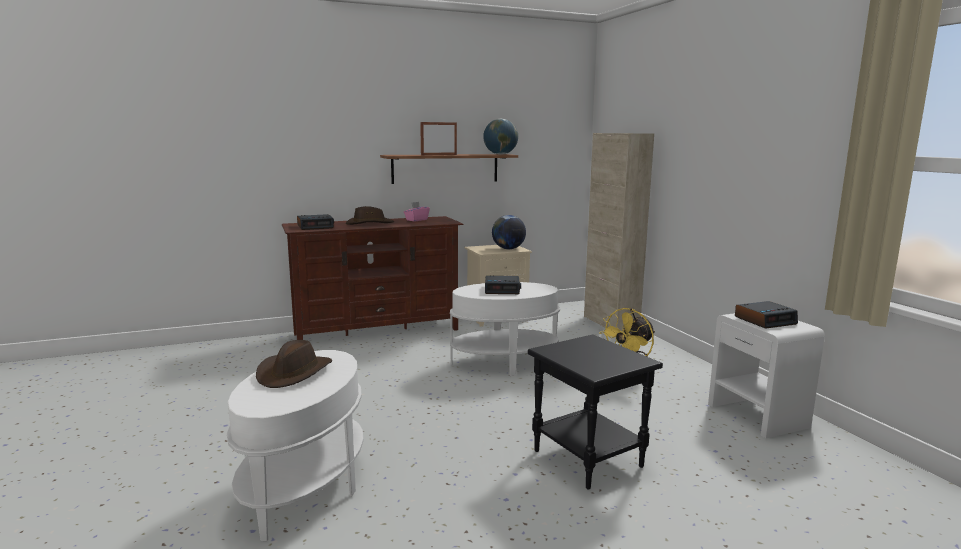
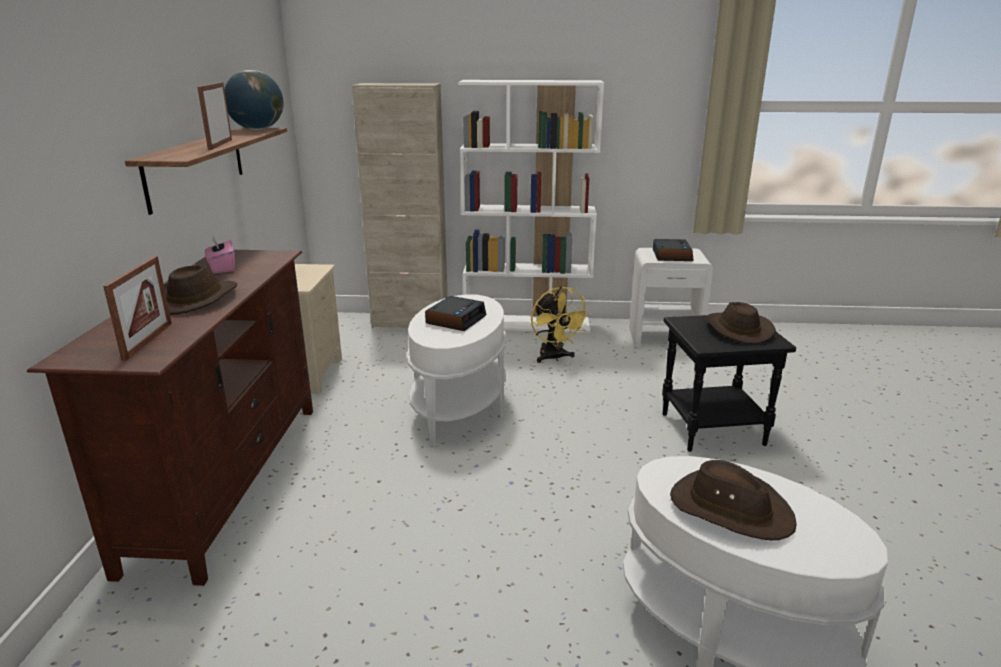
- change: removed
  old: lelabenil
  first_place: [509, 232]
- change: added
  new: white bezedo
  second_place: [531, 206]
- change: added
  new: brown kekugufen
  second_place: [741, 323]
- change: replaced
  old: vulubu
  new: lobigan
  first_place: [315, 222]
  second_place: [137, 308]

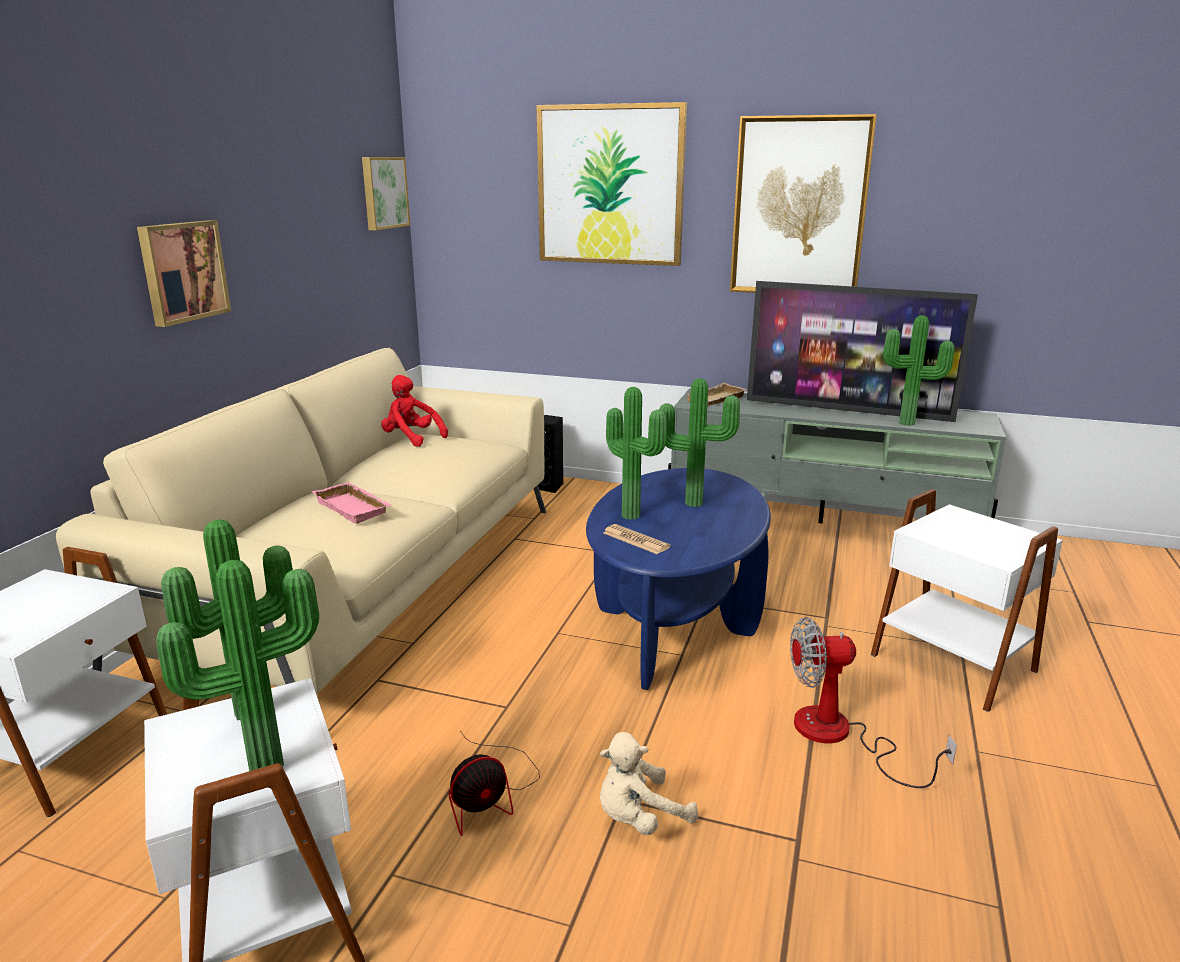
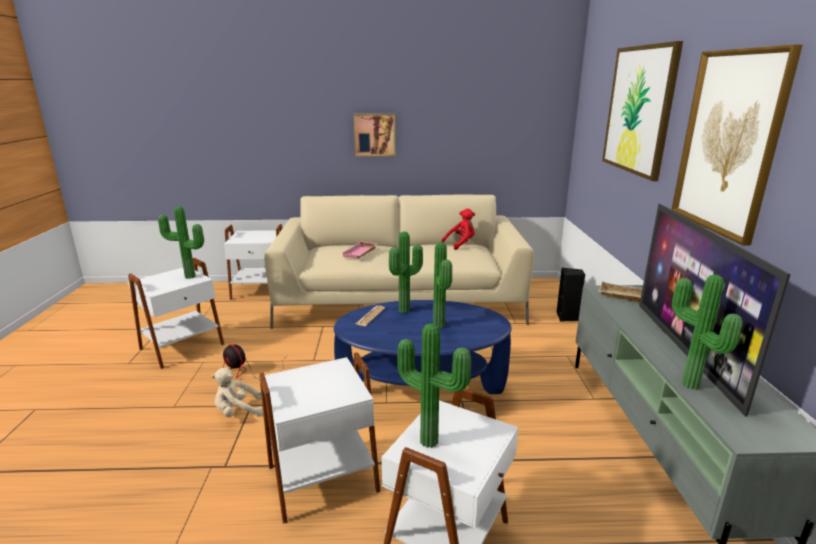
- change: removed
  old: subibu
  first_place: [386, 193]
- change: moved
  old: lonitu
  first_place: [237, 665]
  second_place: [434, 386]
- change: replaced
  old: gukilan
  new: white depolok
  first_place: [873, 702]
  second_place: [320, 438]
- change: turned
  old: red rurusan
  first_place: [414, 411]
  second_place: [458, 229]
  degrees: 45
- change: turned
  old: beige rurusan
  first_place: [649, 784]
  second_place: [237, 393]
  degrees: -60

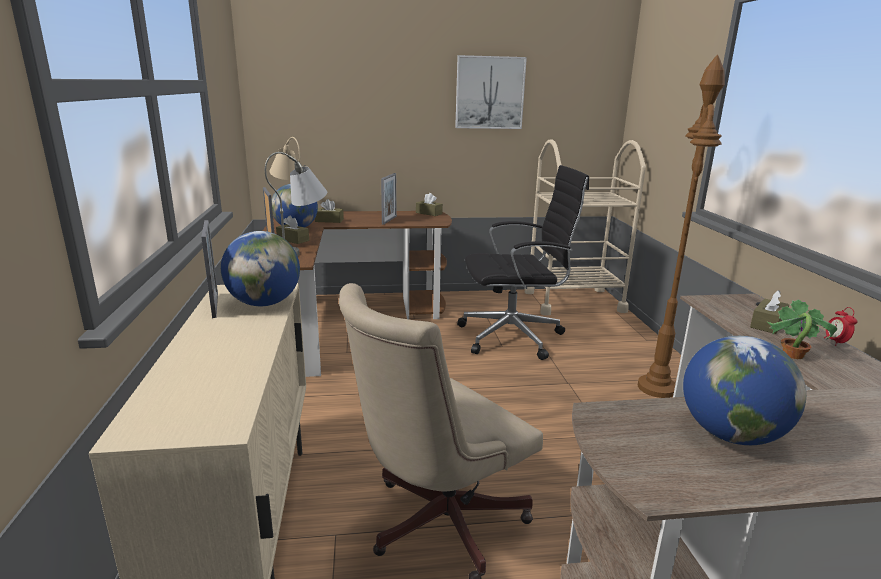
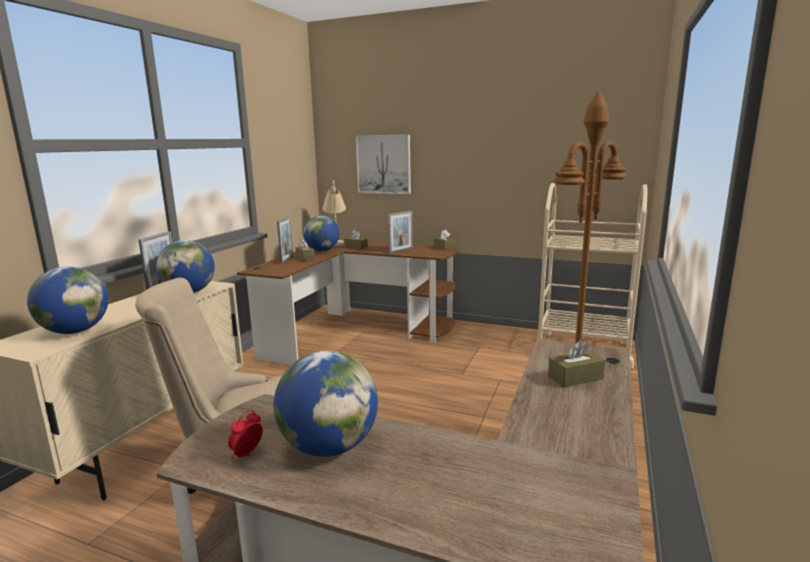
- change: removed
  old: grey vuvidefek
  first_place: [296, 204]
- change: removed
  old: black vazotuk
  first_place: [523, 262]
- change: removed
  old: lonitu
  first_place: [801, 329]
- change: added
  new: lelabenil
  second_place: [67, 300]
- change: moved
  old: subibu
  first_place: [491, 92]
  second_place: [383, 164]
- change: moved
  old: vulubu
  first_place: [840, 326]
  second_place: [245, 434]

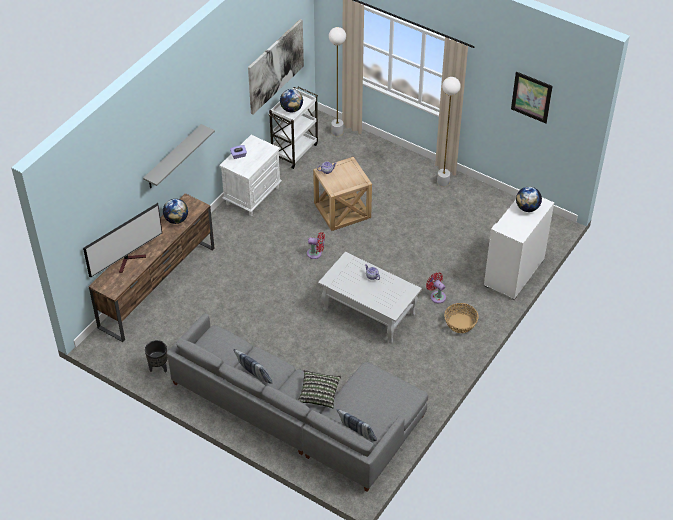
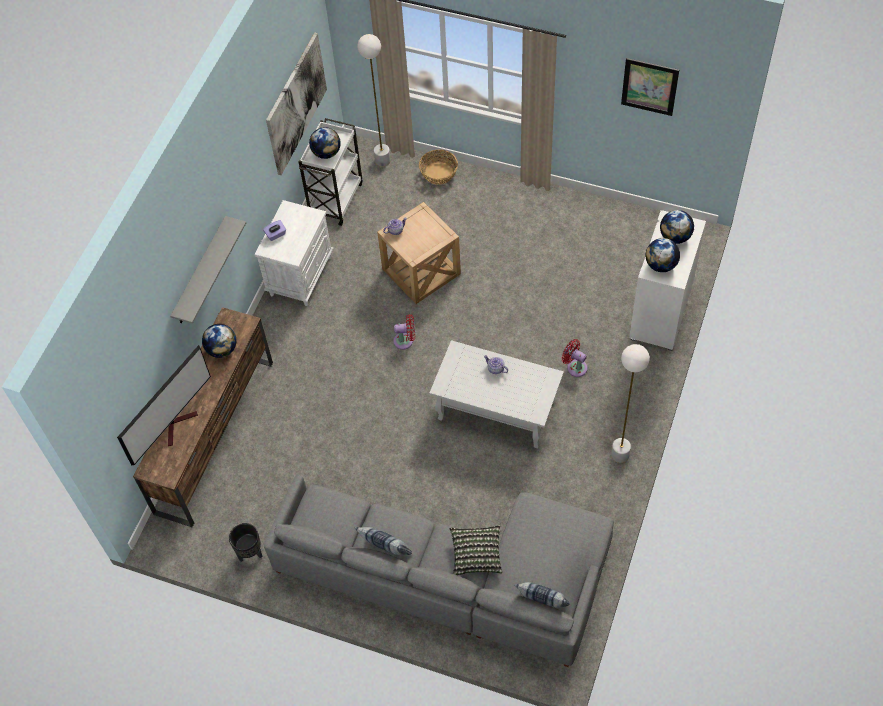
- change: added
  new: lelabenil
  second_place: [663, 255]
- change: moved
  old: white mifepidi
  first_place: [449, 132]
  second_place: [630, 403]
- change: moved
  old: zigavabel
  first_place: [461, 318]
  second_place: [438, 167]

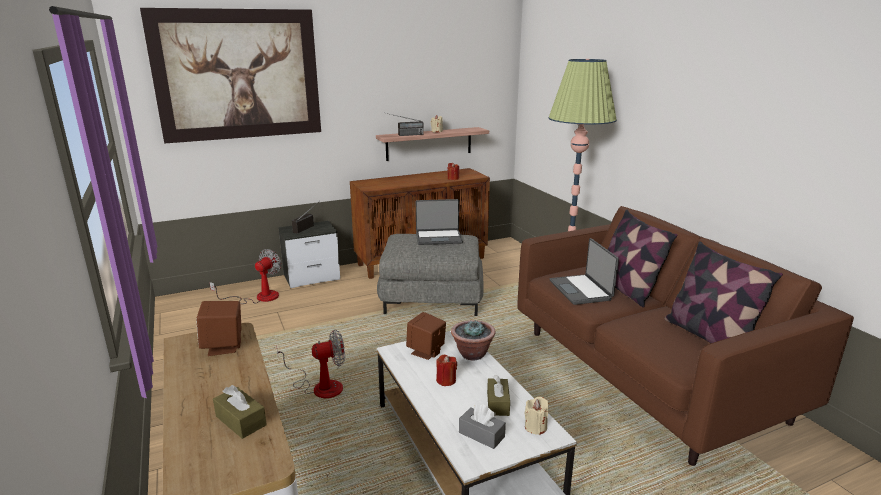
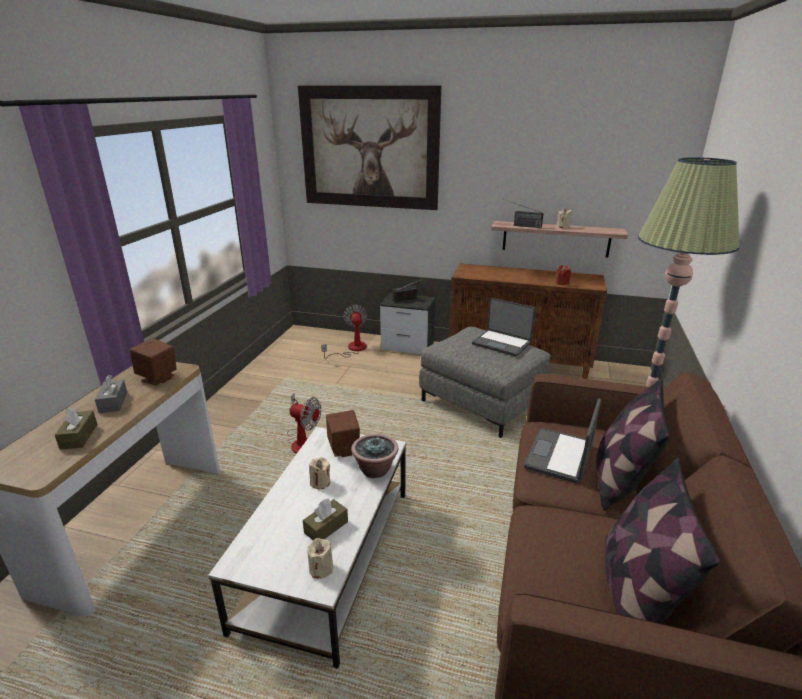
- change: moved
  old: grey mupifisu
  first_place: [482, 426]
  second_place: [111, 394]
- change: recoloured
  old: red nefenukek
  new: beige nefenukek
  first_place: [446, 370]
  second_place: [319, 473]
- change: turned
  old: gukilan
  first_place: [245, 276]
  second_place: [344, 332]
  degrees: -75

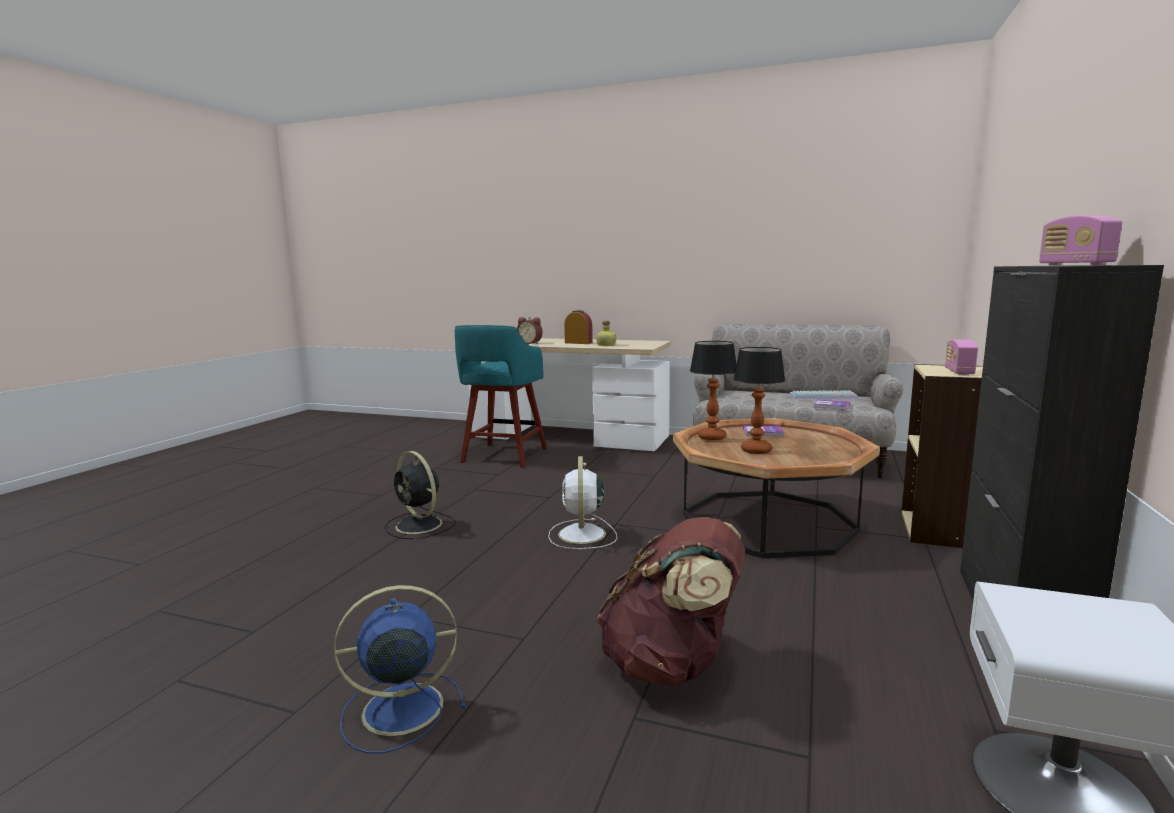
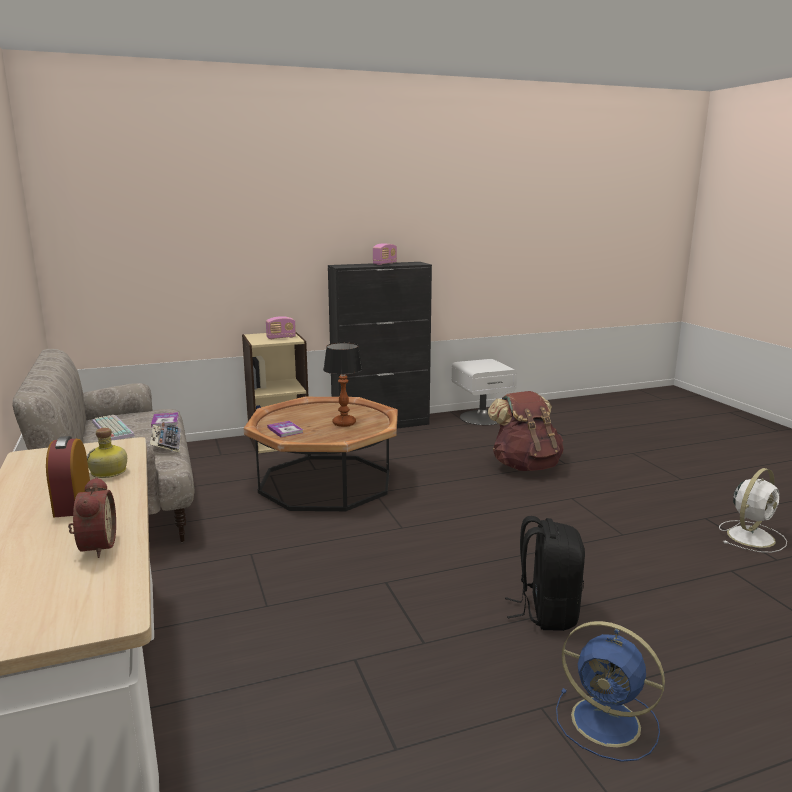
- change: removed
  old: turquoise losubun
  first_place: [501, 396]
- change: removed
  old: vuvidefek
  first_place: [713, 390]
- change: added
  new: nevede
  second_place: [165, 437]
- change: moved
  old: blue gukilan
  first_place: [400, 669]
  second_place: [610, 691]
- change: moved
  old: white gukilan
  first_place: [582, 502]
  second_place: [753, 510]
- change: replaced
  old: black gukilan
  new: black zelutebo
  first_place: [420, 495]
  second_place: [545, 573]

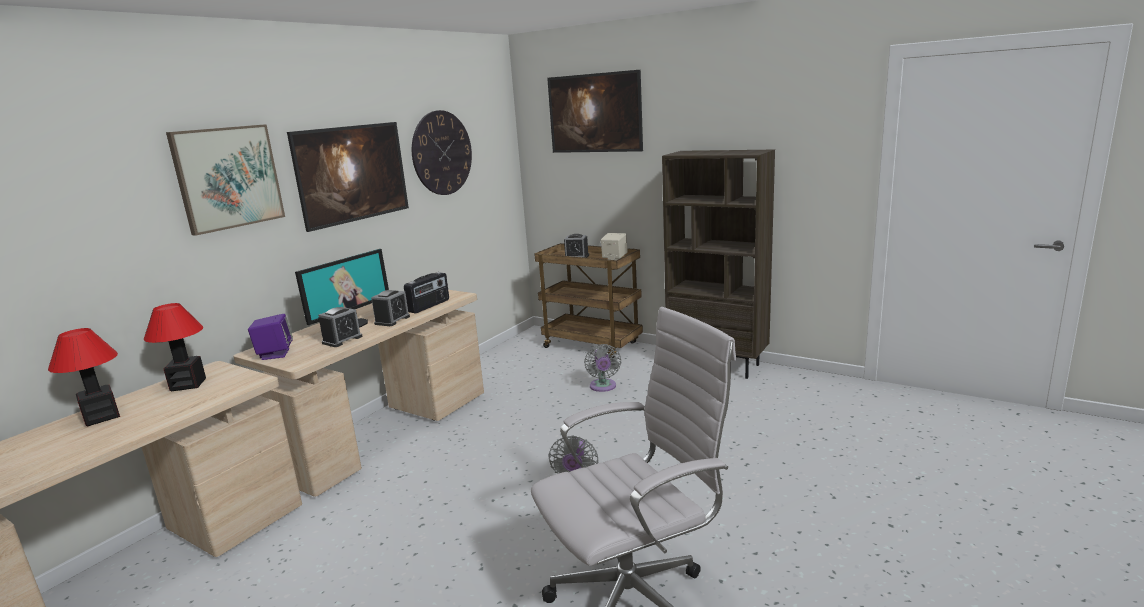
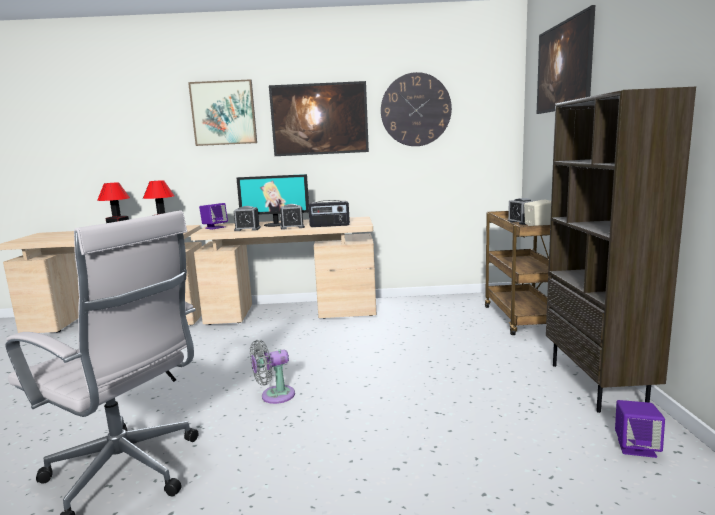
- change: removed
  old: grey gukilan
  first_place: [602, 368]
- change: added
  new: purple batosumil
  second_place: [640, 429]

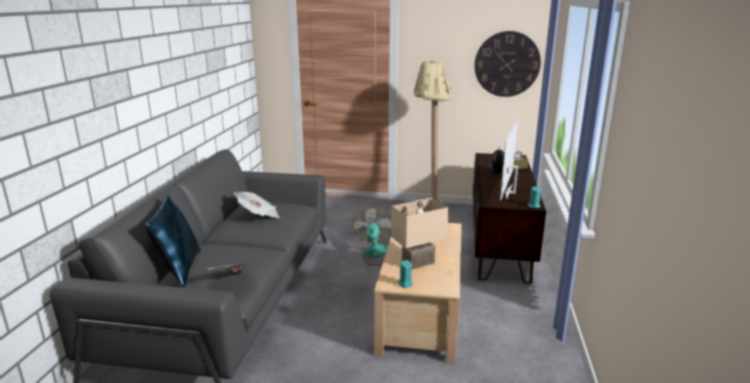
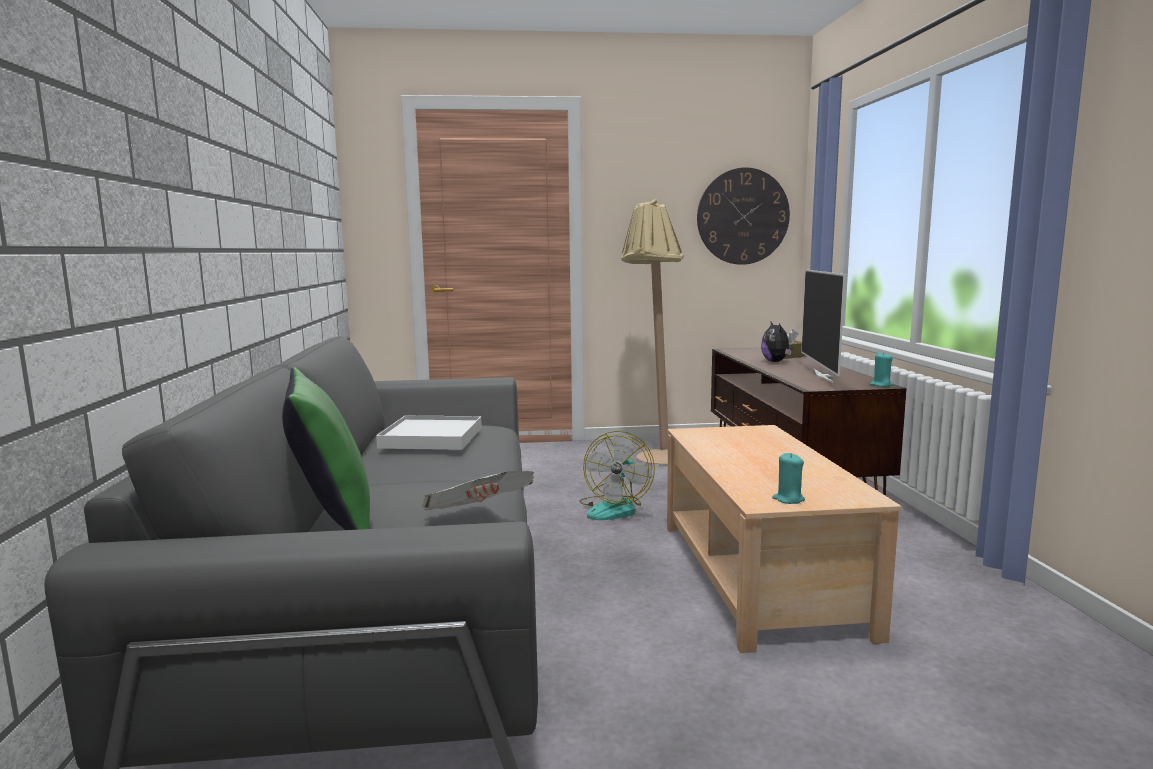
- change: removed
  old: beige vuvidefek
  first_place: [420, 233]
- change: replaced
  old: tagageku
  new: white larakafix
  first_place: [256, 205]
  second_place: [429, 433]
- change: recoloured
  old: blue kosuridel
  new: green kosuridel
  first_place: [173, 241]
  second_place: [326, 448]
- change: turned
  old: gukilan
  first_place: [372, 236]
  second_place: [617, 475]
  degrees: -150

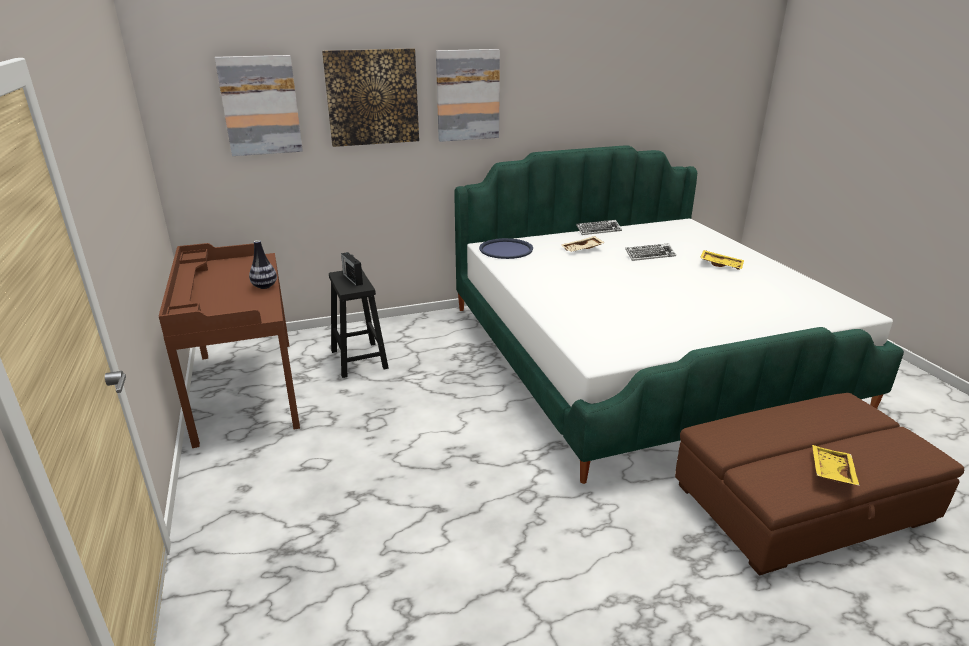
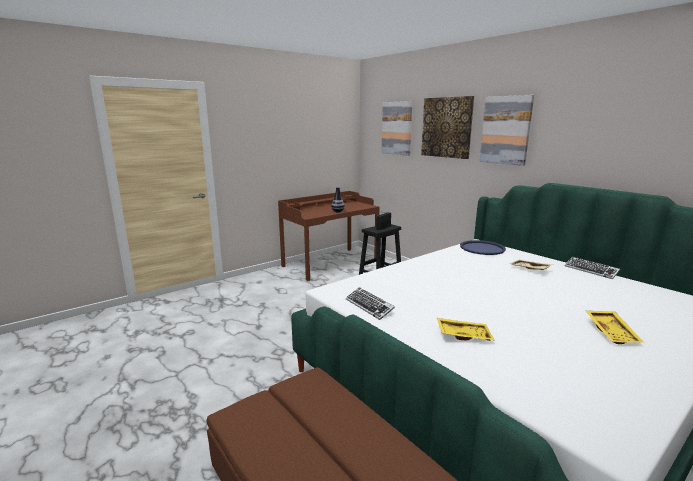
- change: moved
  old: nevede
  first_place: [650, 252]
  second_place: [370, 303]
- change: moved
  old: yellow larakafix
  first_place: [836, 465]
  second_place: [466, 329]

